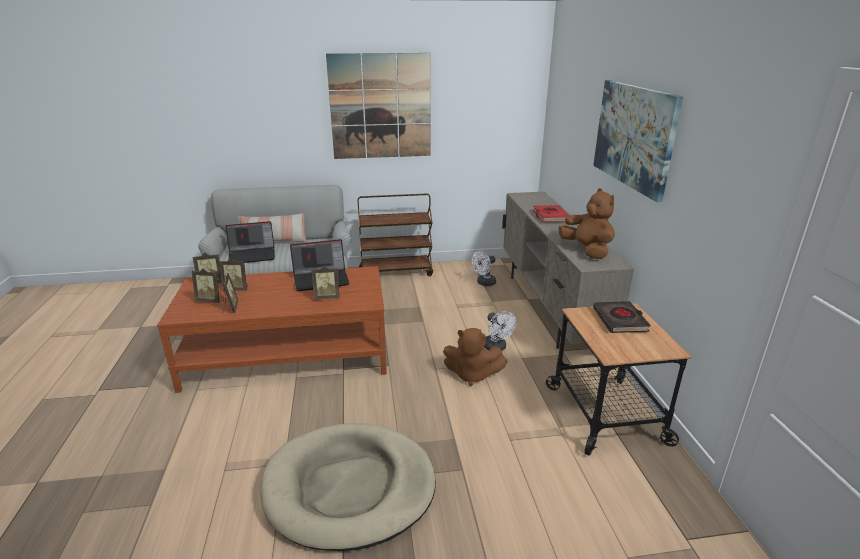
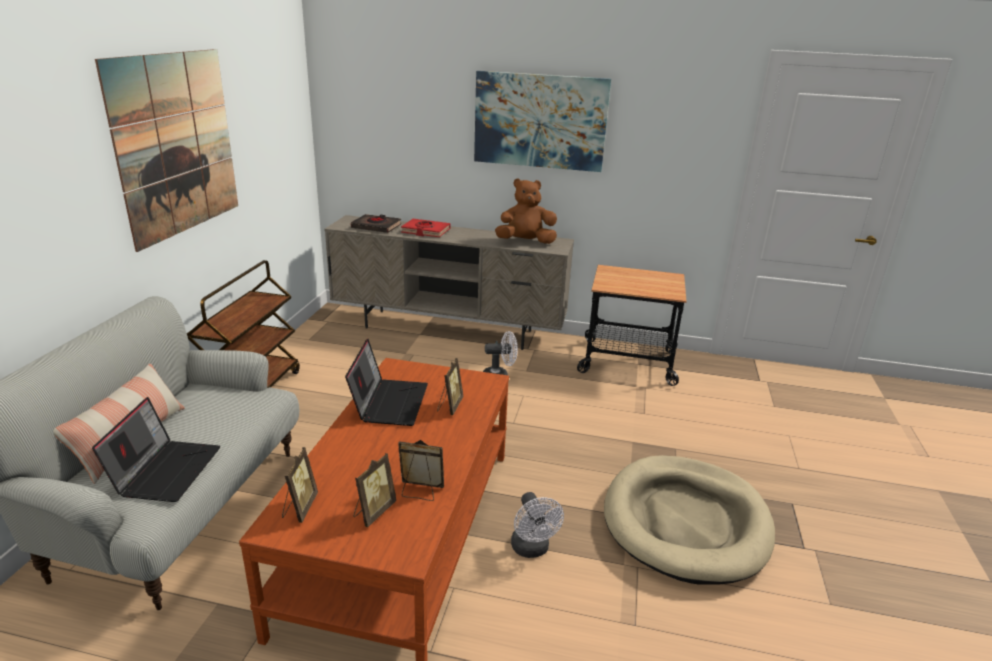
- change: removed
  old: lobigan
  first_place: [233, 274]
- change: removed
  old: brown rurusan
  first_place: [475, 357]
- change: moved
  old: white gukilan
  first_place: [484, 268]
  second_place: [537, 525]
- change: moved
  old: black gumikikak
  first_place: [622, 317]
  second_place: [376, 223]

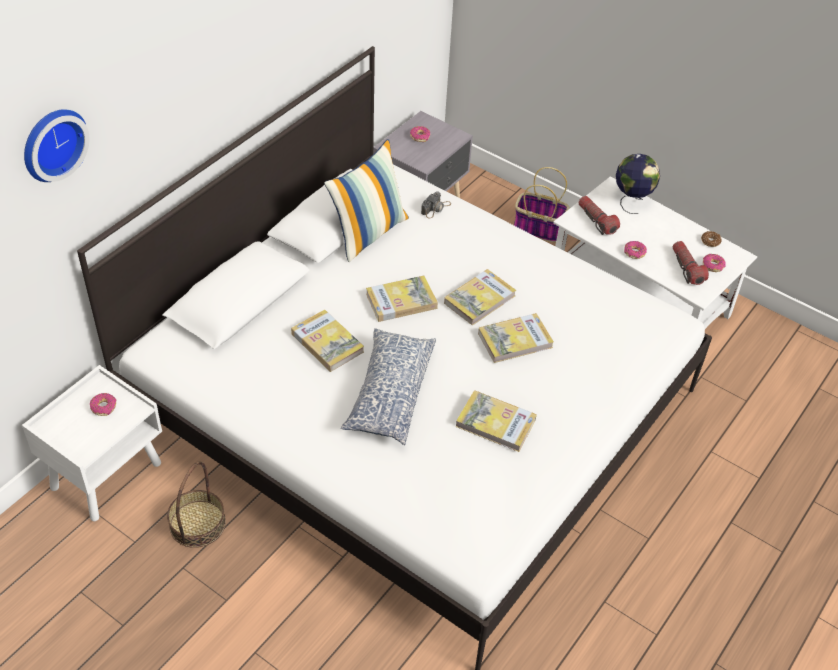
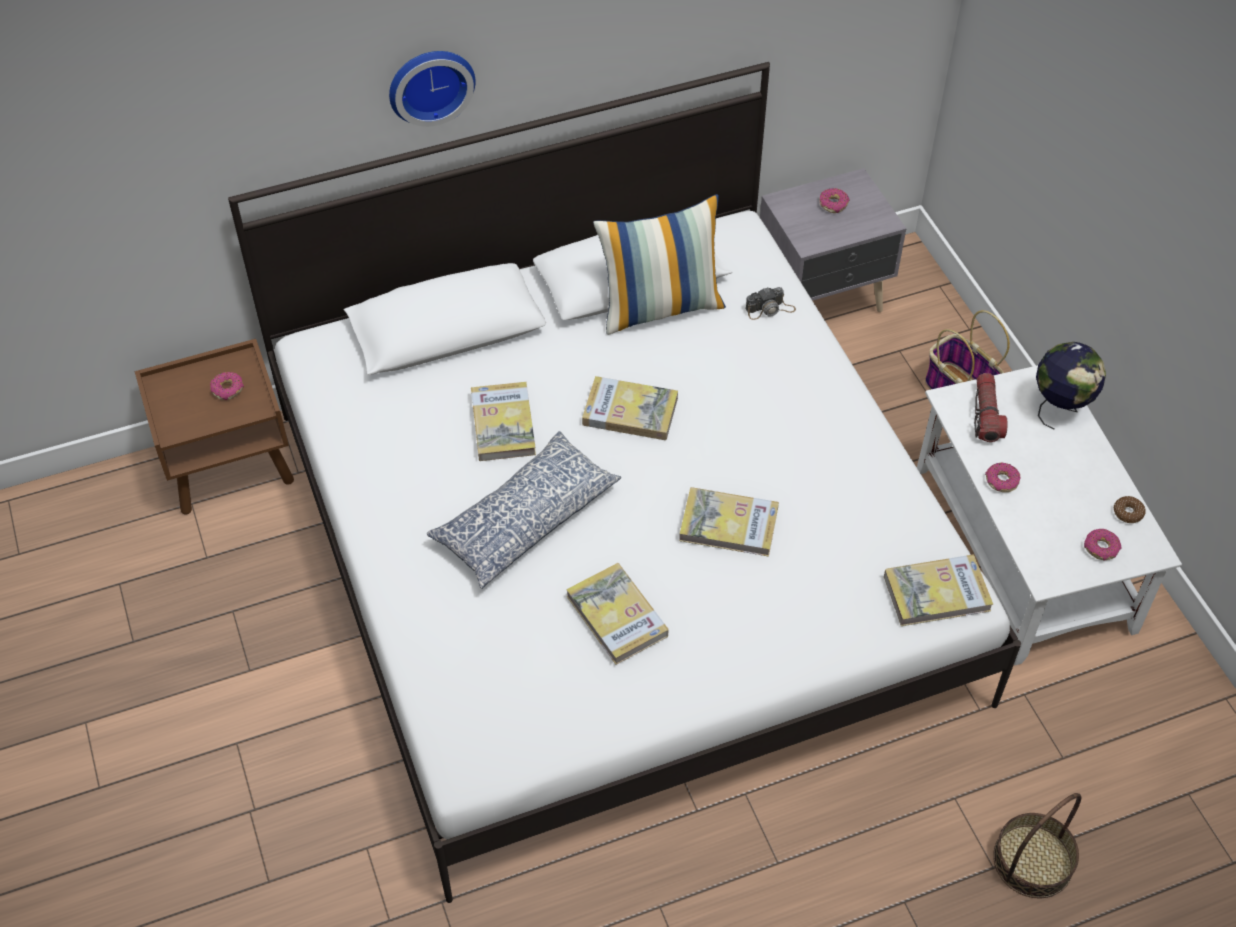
- change: removed
  old: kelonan
  first_place: [690, 263]
- change: moved
  old: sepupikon
  first_place: [56, 145]
  second_place: [432, 89]
- change: moved
  old: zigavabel
  first_place: [196, 504]
  second_place: [1037, 845]
- change: moved
  old: gumikikak
  first_place: [480, 297]
  second_place: [938, 590]
- change: recoloured
  old: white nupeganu
  new: brown nupeganu
  first_place: [92, 443]
  second_place: [214, 427]

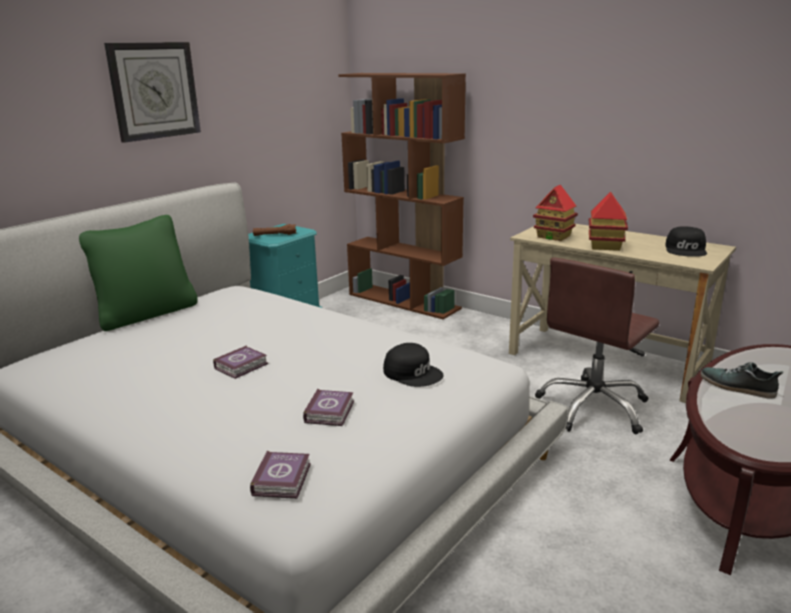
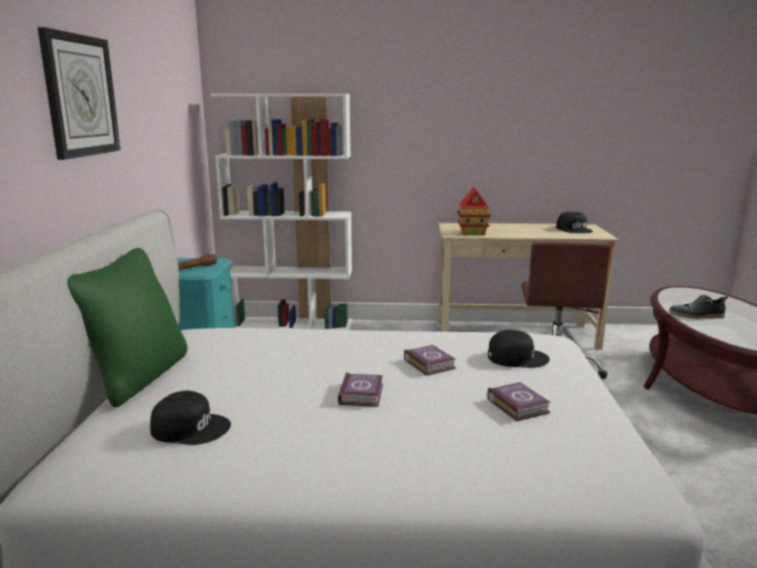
- change: removed
  old: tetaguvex
  first_place: [608, 221]
- change: added
  new: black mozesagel
  second_place: [190, 418]
- change: moved
  old: gumikikak
  first_place: [280, 474]
  second_place: [430, 360]
- change: recoloured
  old: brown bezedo
  new: white bezedo
  first_place: [402, 196]
  second_place: [281, 211]

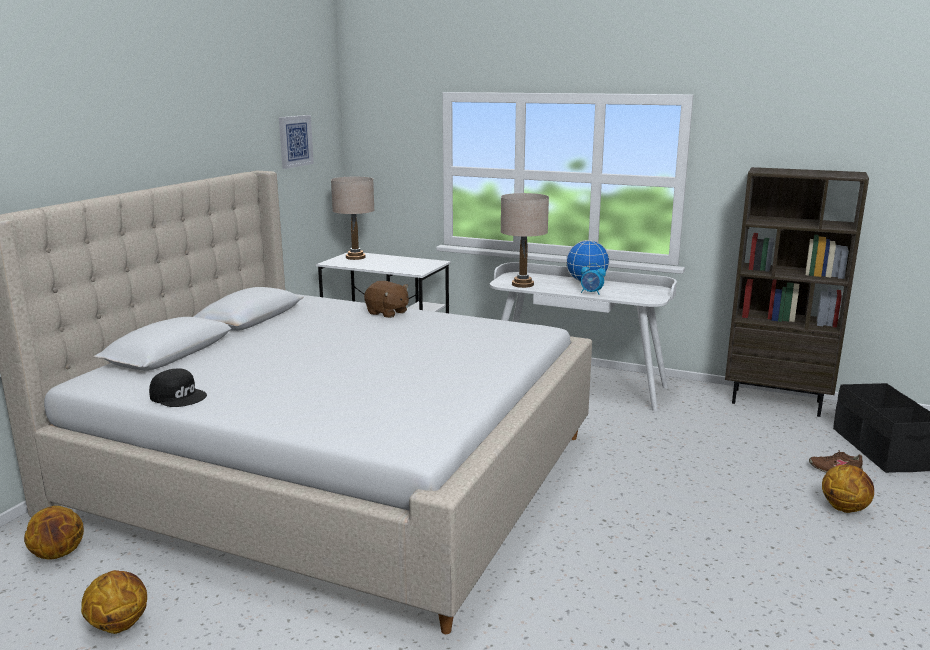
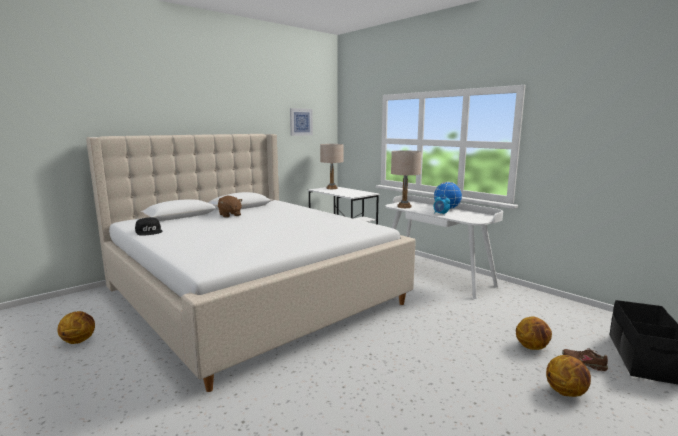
- change: removed
  old: brown bezedo
  first_place: [797, 292]
- change: moved
  old: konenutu
  first_place: [54, 532]
  second_place: [534, 333]
- change: moved
  old: brown rurusan
  first_place: [386, 299]
  second_place: [230, 207]

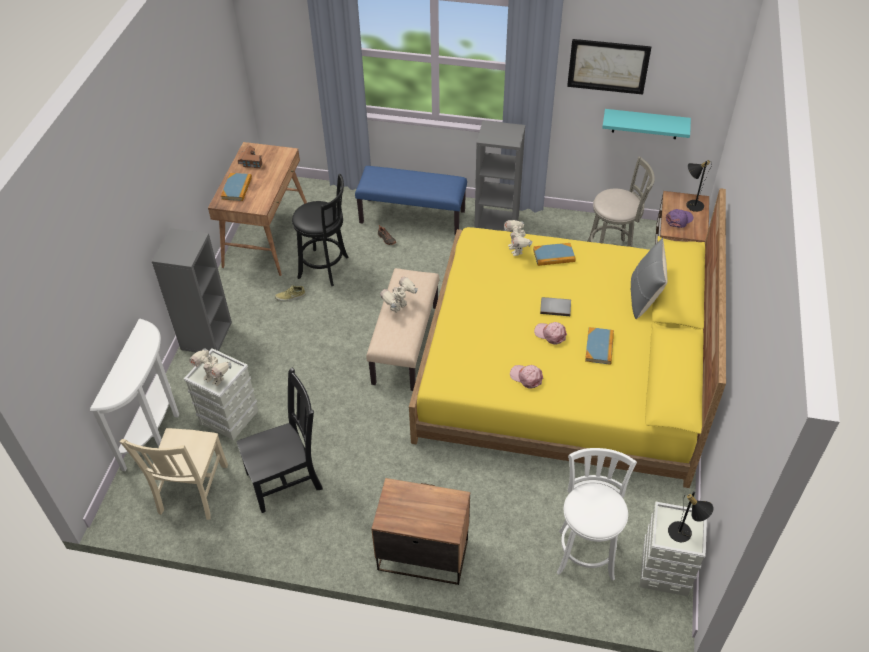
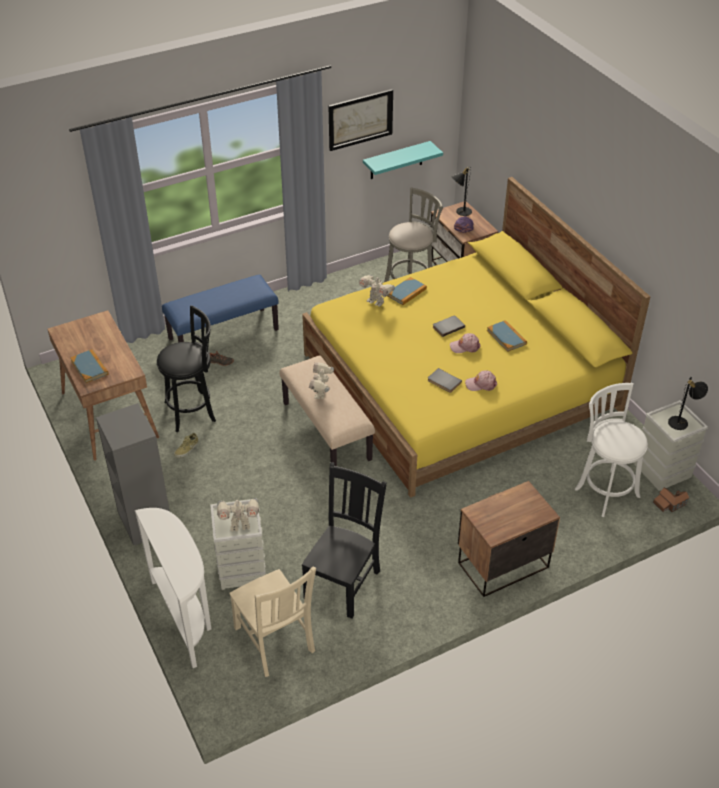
- change: removed
  old: grey bezedo
  first_place: [499, 175]
- change: removed
  old: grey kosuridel
  first_place: [649, 278]
- change: added
  new: grey gumikikak
  second_place: [445, 380]
- change: moved
  old: tetaguvex
  first_place: [250, 157]
  second_place: [671, 500]

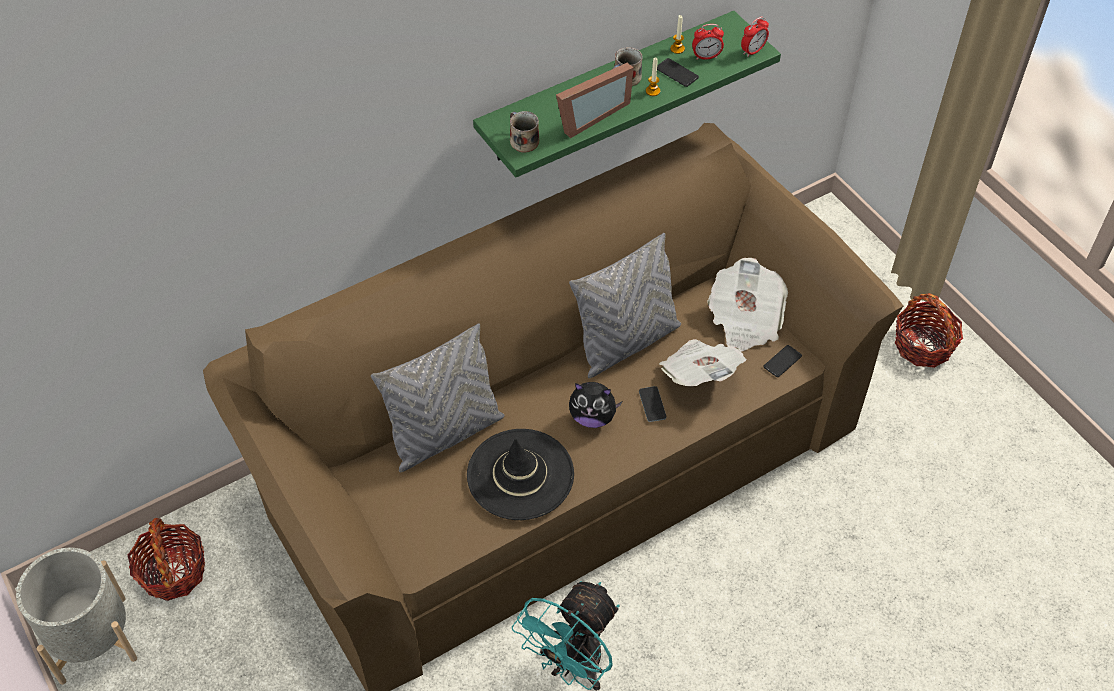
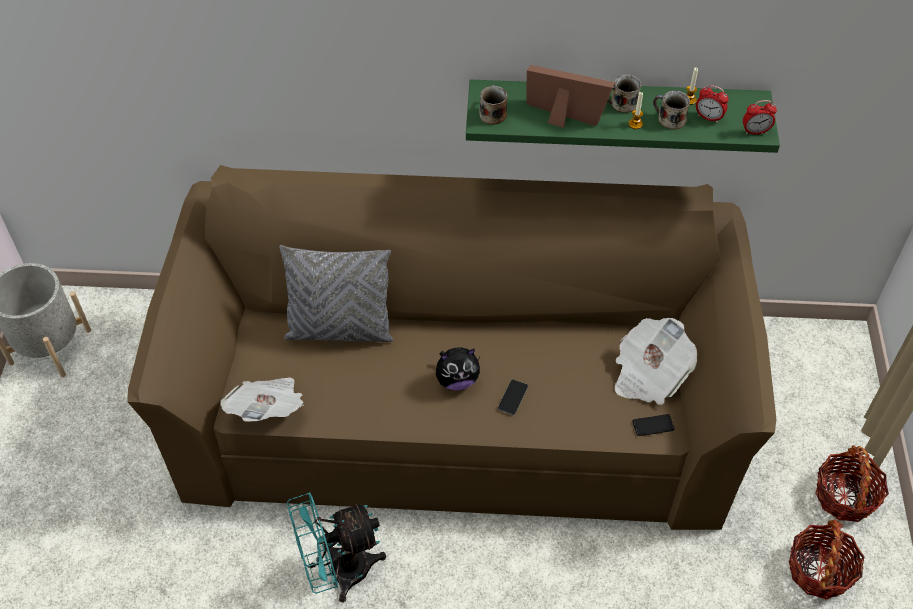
- change: removed
  old: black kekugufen
  first_place: [520, 474]
- change: removed
  old: grey kosuridel
  first_place: [625, 305]
- change: moved
  old: zigavabel
  first_place: [166, 559]
  second_place: [827, 559]
- change: moved
  old: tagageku
  first_place: [702, 362]
  second_place: [262, 399]
- change: replaced
  old: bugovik
  new: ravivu
  first_place: [678, 72]
  second_place: [671, 110]
- change: turned
  old: lobigan
  first_place: [595, 100]
  second_place: [571, 96]
  degrees: -150
- change: turned
  old: rurusan
  first_place: [595, 405]
  second_place: [458, 369]
  degrees: -60

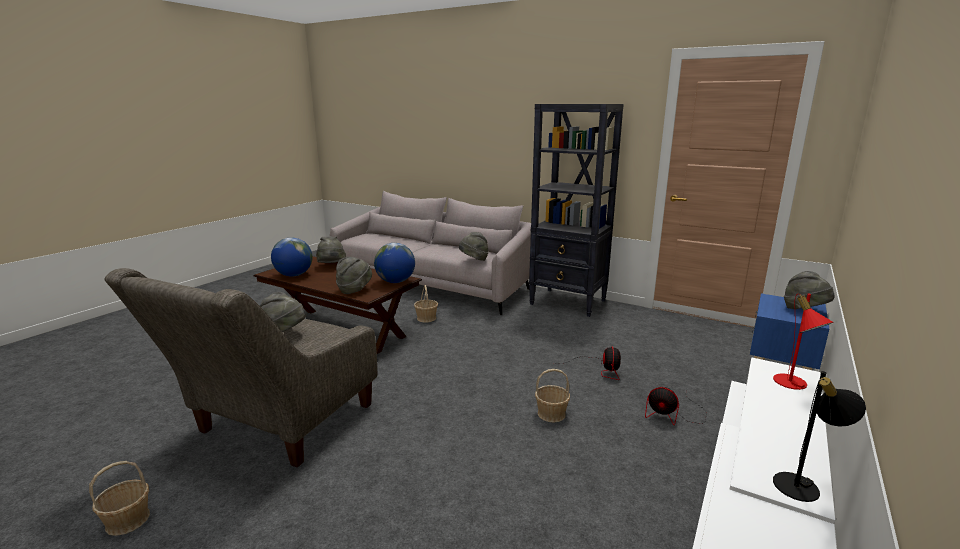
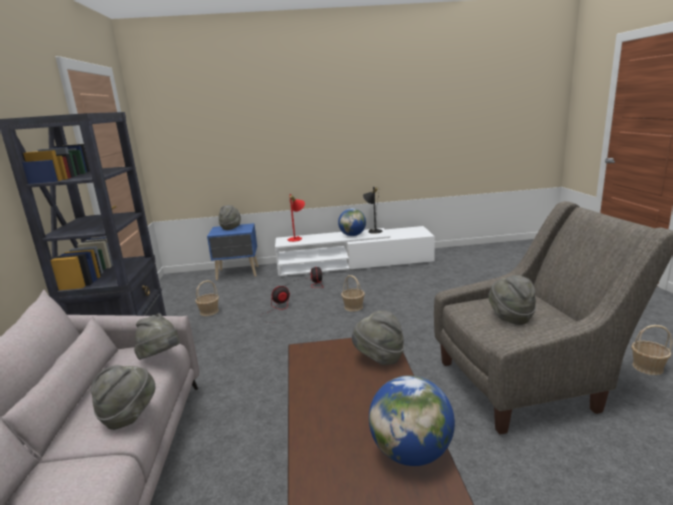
- change: moved
  old: grey kekugufen
  first_place: [331, 249]
  second_place: [123, 397]
- change: moved
  old: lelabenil
  first_place: [394, 263]
  second_place: [352, 222]
- change: moved
  old: zigavabel
  first_place: [426, 303]
  second_place: [207, 298]

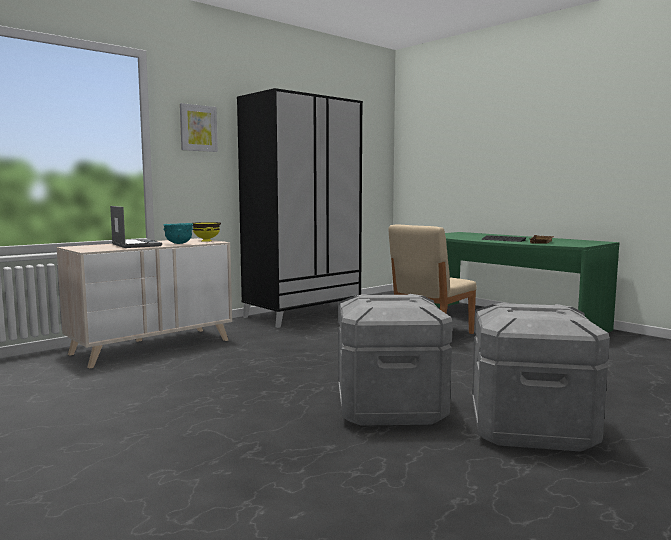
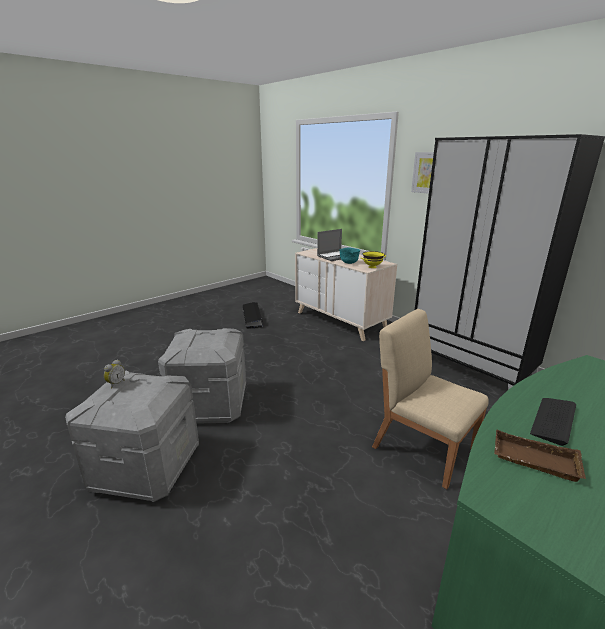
- change: added
  new: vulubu
  second_place: [114, 374]
- change: added
  new: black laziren
  second_place: [253, 315]

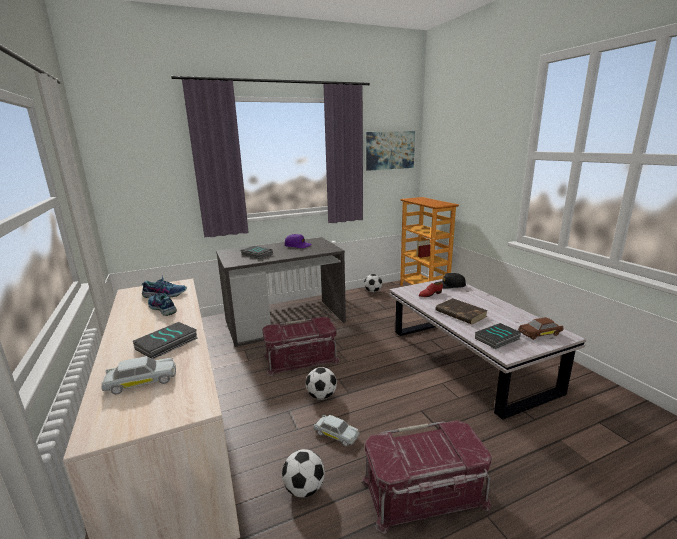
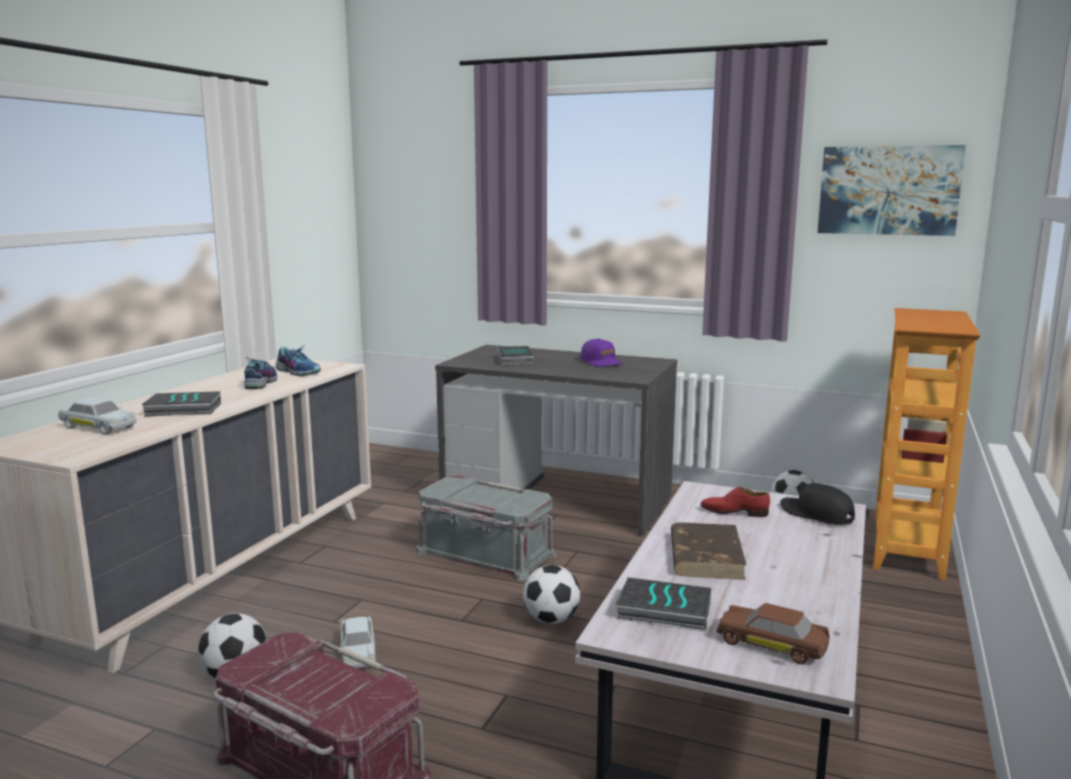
- change: moved
  old: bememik
  first_place: [321, 383]
  second_place: [551, 594]
- change: recoloured
  old: red laziren
  new: grey laziren
  first_place: [301, 346]
  second_place: [486, 528]

